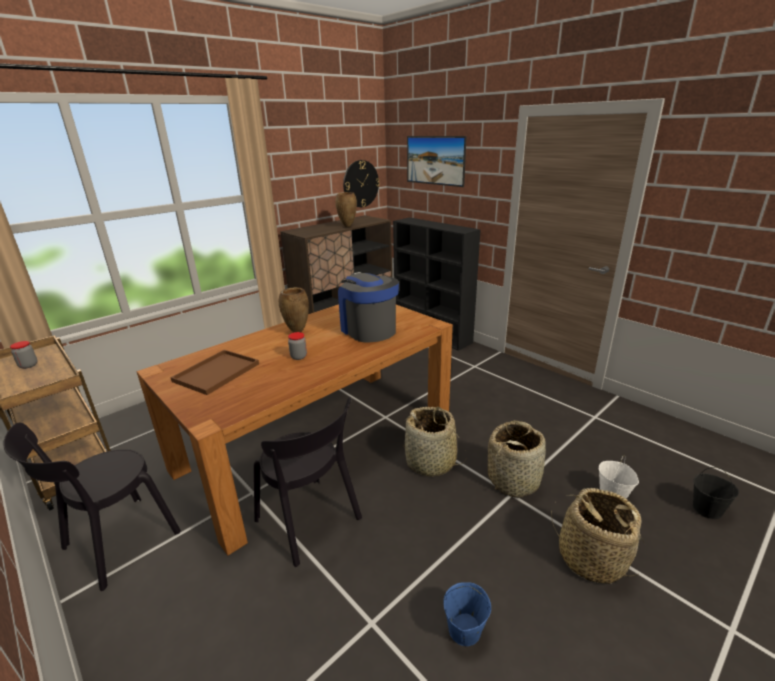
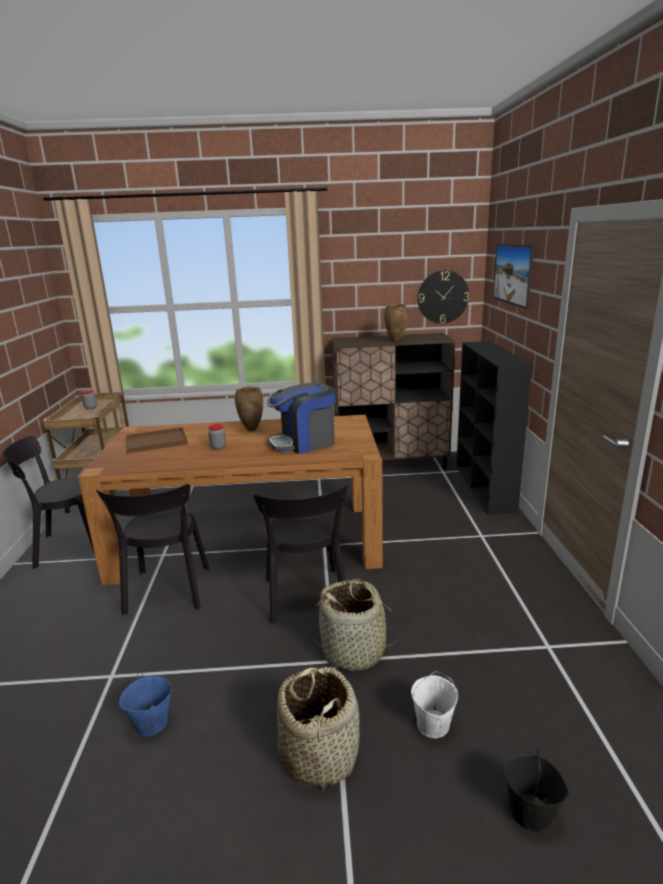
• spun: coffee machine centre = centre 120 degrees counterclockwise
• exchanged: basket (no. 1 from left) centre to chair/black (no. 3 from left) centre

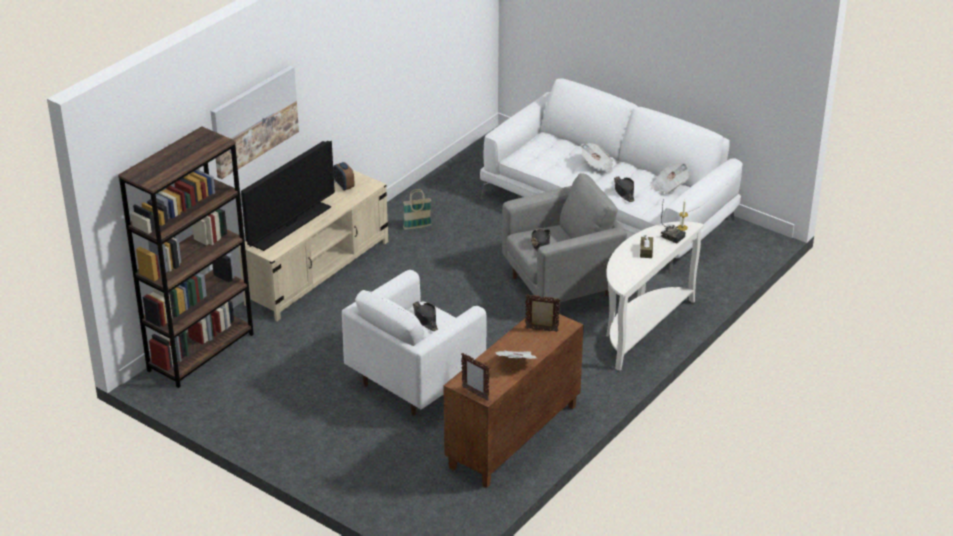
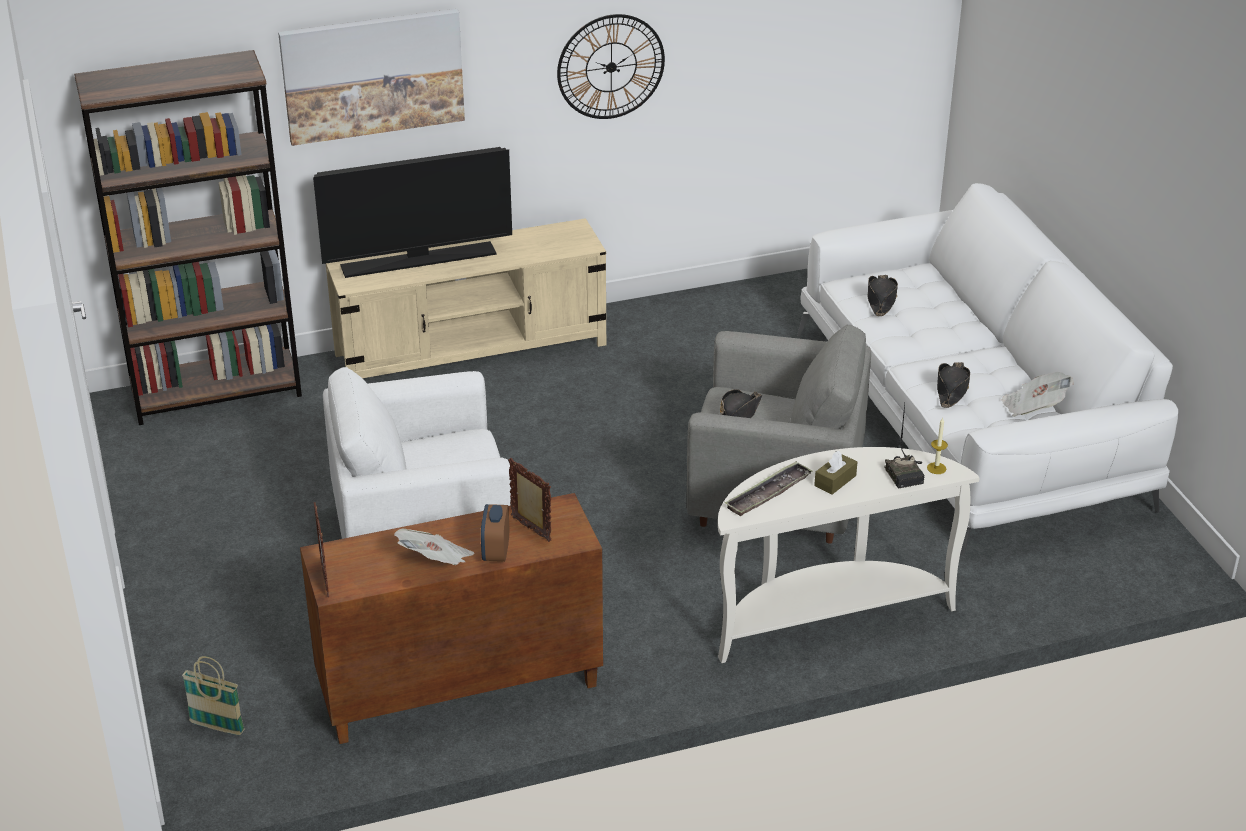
• missing: newspaper (no. 2 from left) top centre
• relocated: alarm clock top centre to centre
• relocated: basket centre to bottom left
• relocated: hat/black (no. 1 from left in the first image) centre to hat/black (no. 2 from left) middle right
• appeared: wall clock top centre
• appeared: tray centre

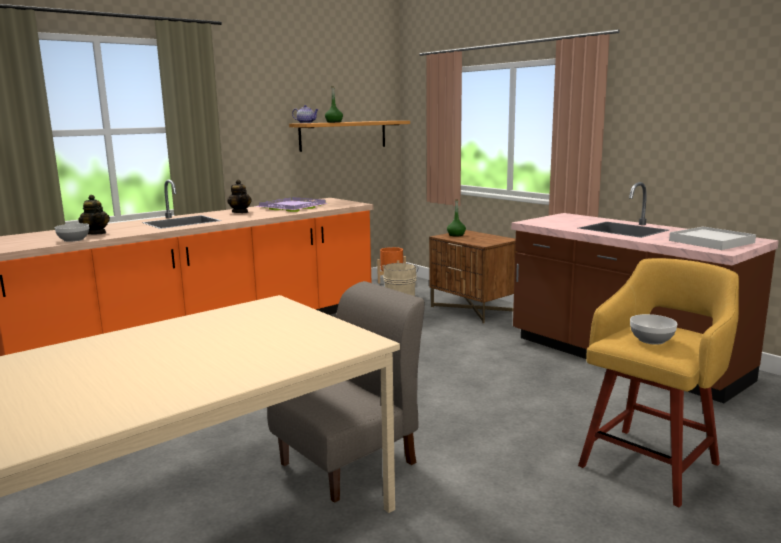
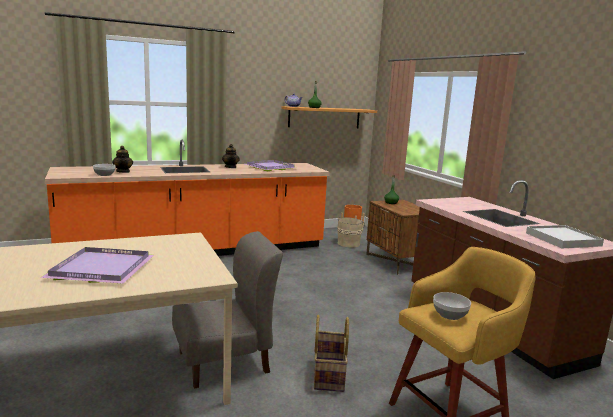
• appeared: tray/purple (no. 1 from left) middle left
• appeared: basket bottom centre

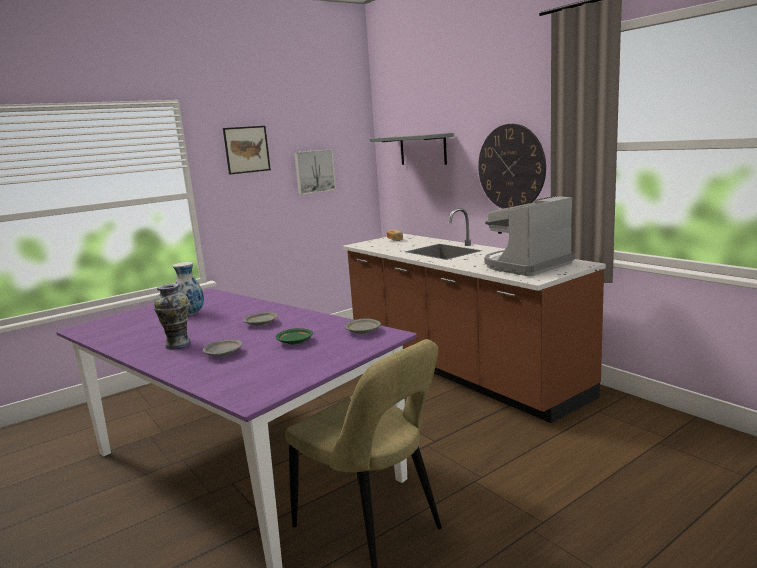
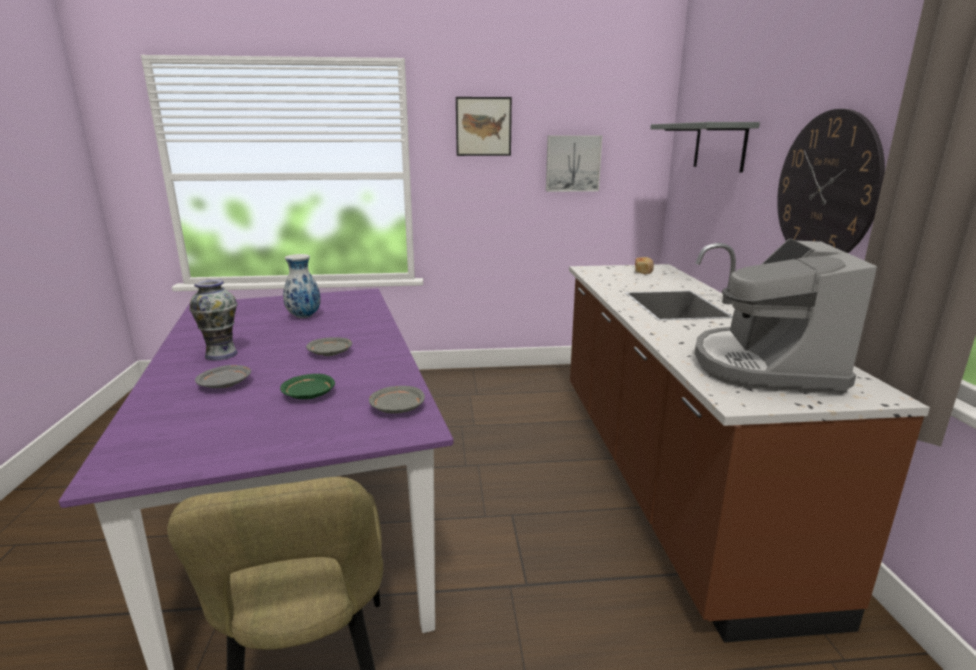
• spun: coffee machine middle right = middle right 75 degrees counterclockwise

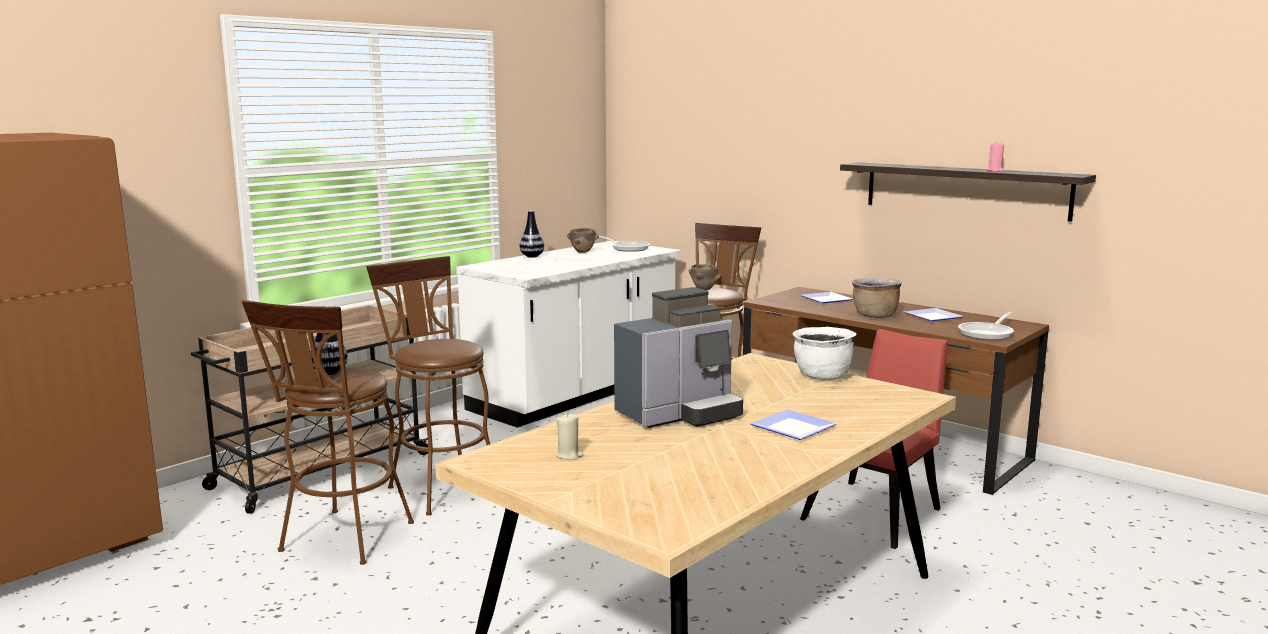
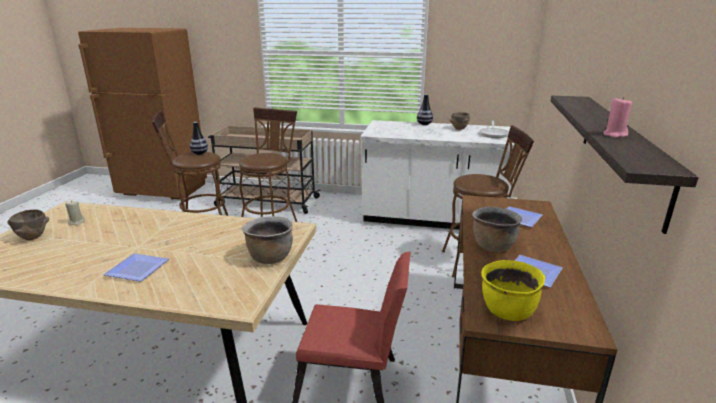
• relocated: bowl/brown (no. 2 from left in the first image) centre to bowl/brown (no. 1 from left) middle left
• missing: coffee machine centre
• exchanged: frying pan (no. 2 from left) middle right to cooking pot/yellow bottom right
• colour: cooking pot/white centre to cooking pot/brown (no. 1 from left) centre

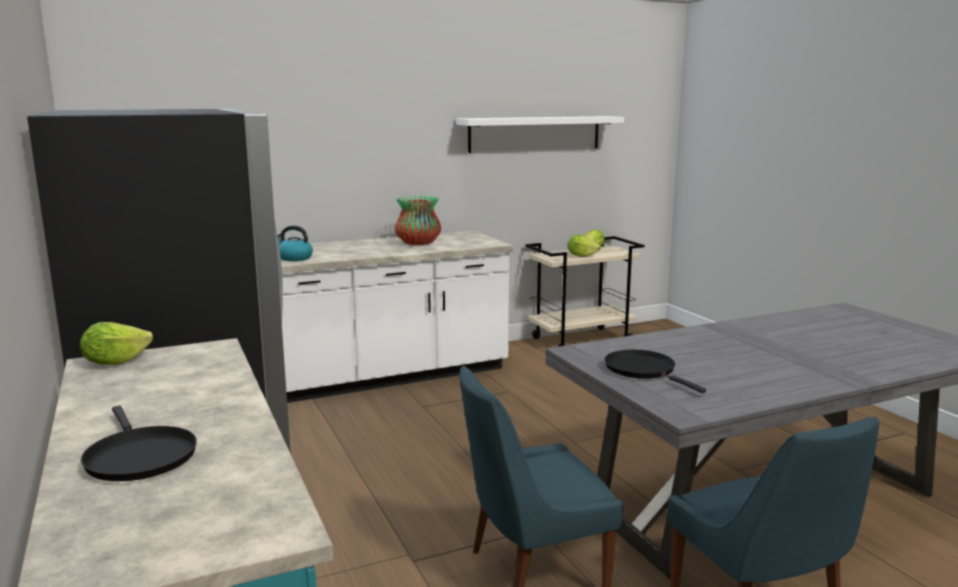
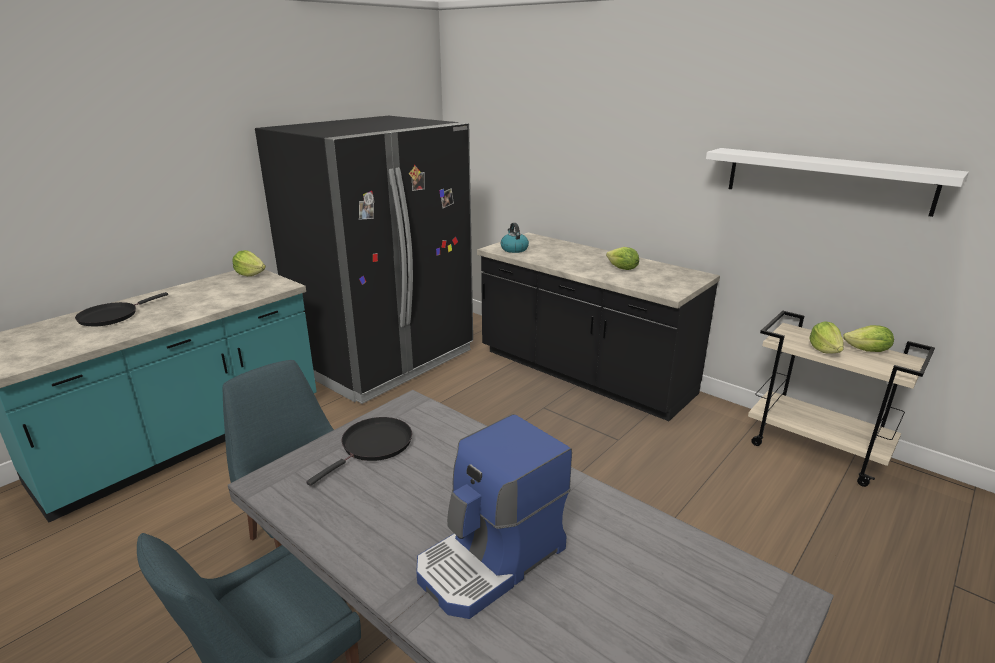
• exchanged: vase centre to lettuce (no. 2 from left) centre
• colour: counter/white centre to counter/black centre
• appeared: coffee machine bottom centre

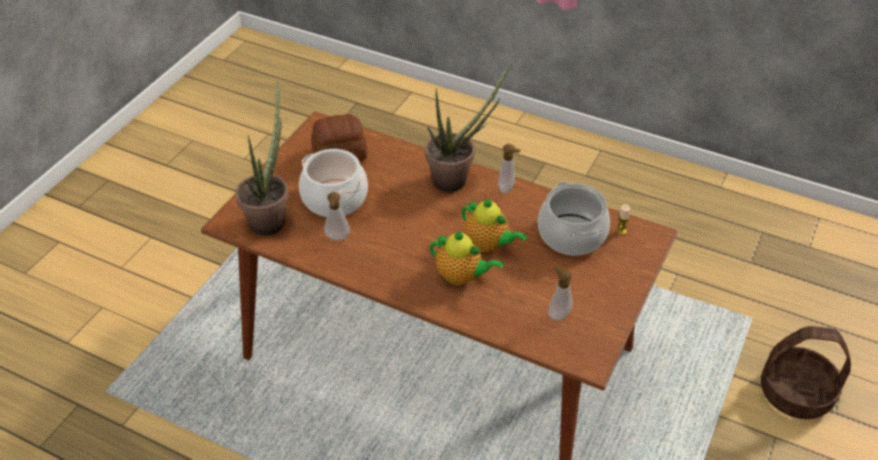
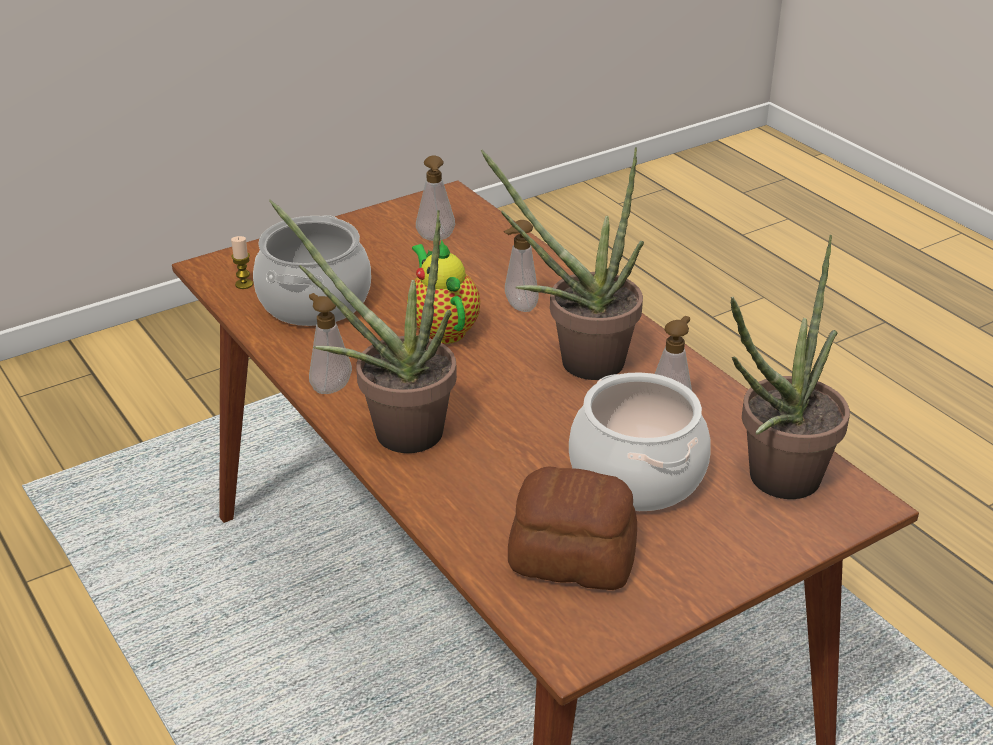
• exchanged: teapot (no. 1 from left) centre to soap dispenser (no. 3 from left) centre
• missing: basket bottom right
• appeared: potted plant (no. 2 from left) centre

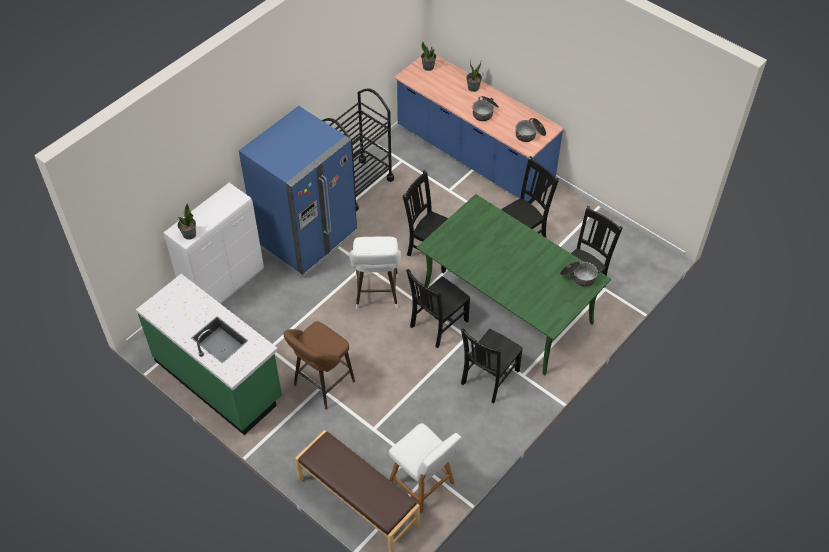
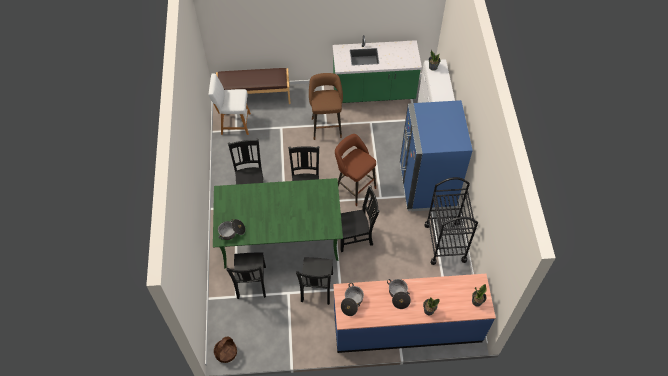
• colour: stool/white (no. 1 from left) centre to stool/brown (no. 2 from left) centre
• appeared: basket bottom centre

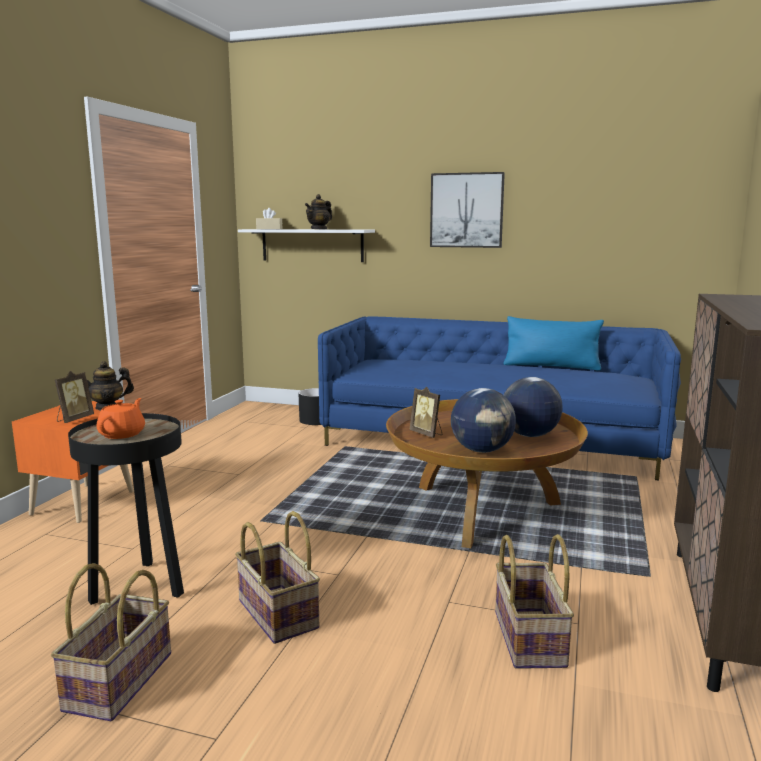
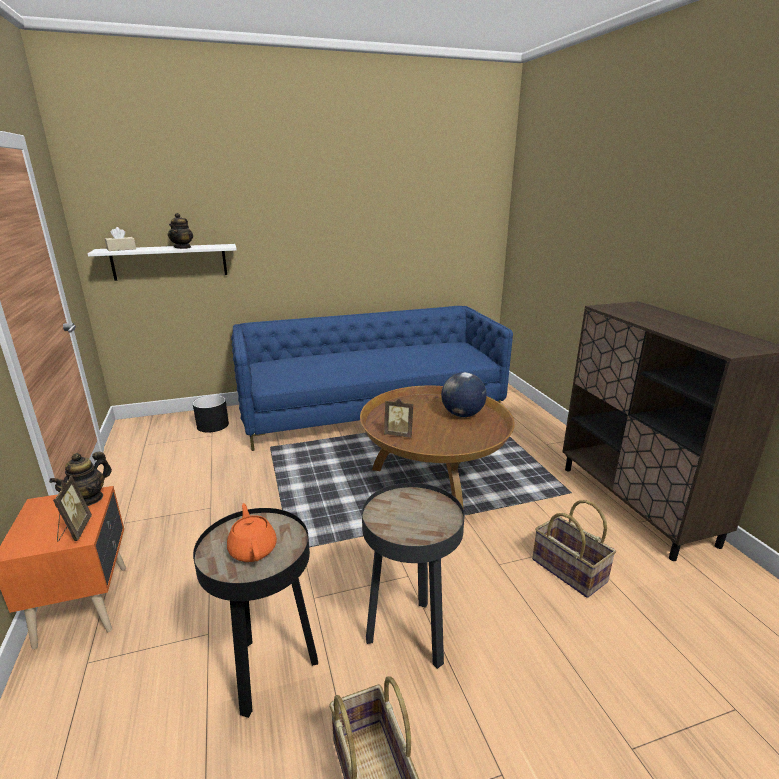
• missing: picture top centre
• missing: pillow/blue middle right
• missing: globe (no. 1 from left) centre
• exchanged: basket (no. 2 from left) bottom centre to side table/black (no. 2 from left) bottom centre

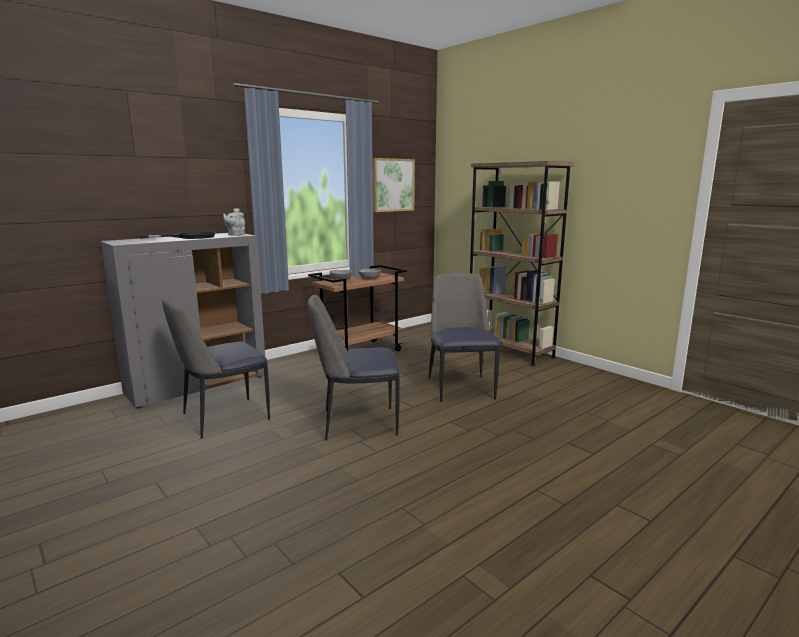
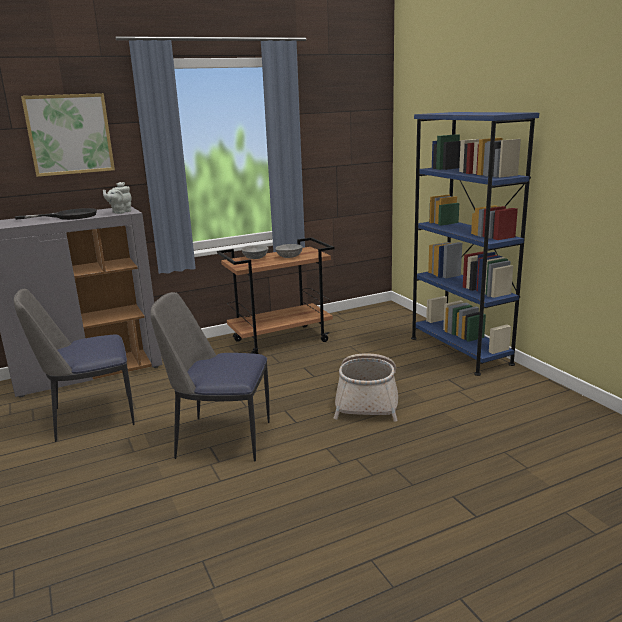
• relocated: picture top centre to top left
• colour: bookcase/brown centre to bookcase/blue middle right
• exchanged: chair (no. 3 from left) centre to basket centre

